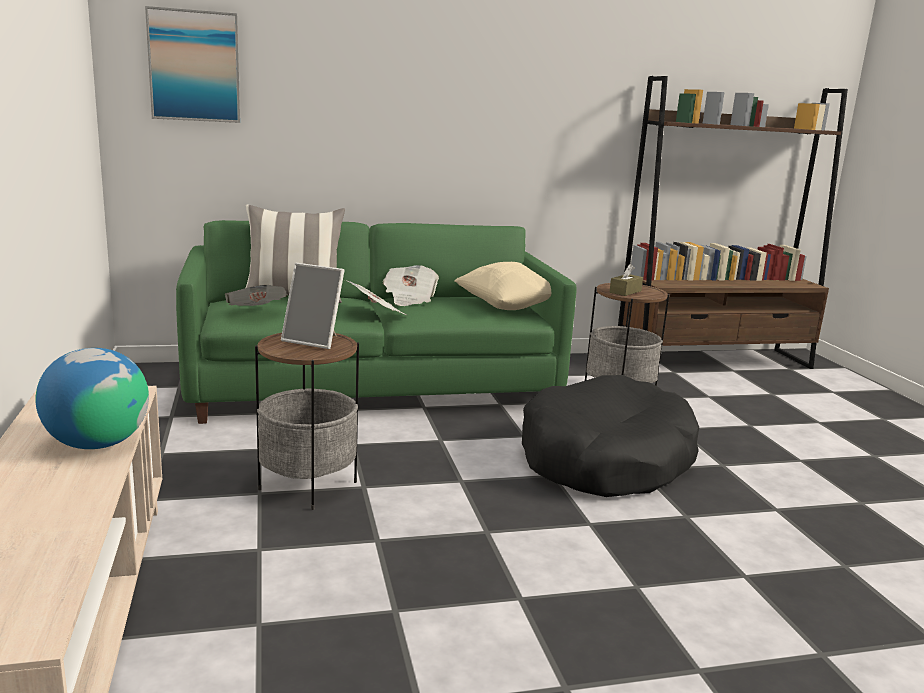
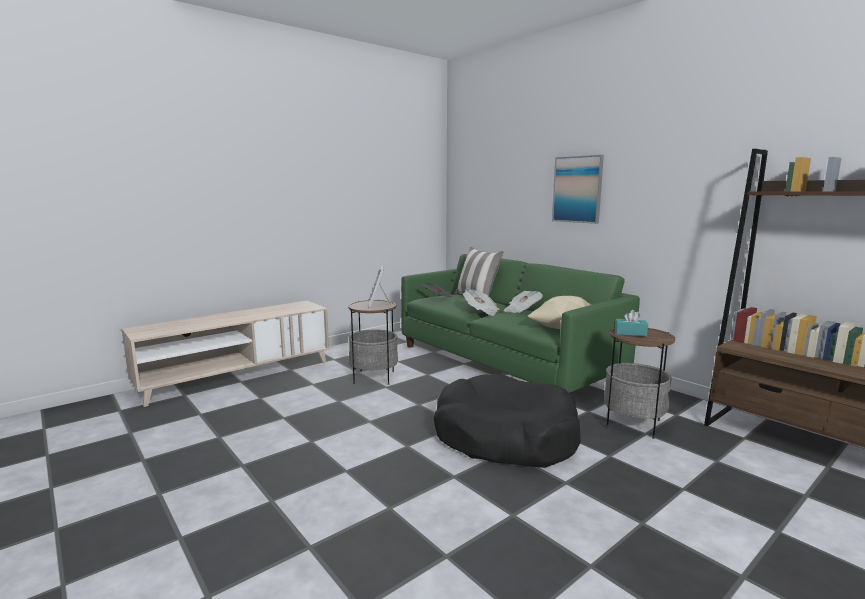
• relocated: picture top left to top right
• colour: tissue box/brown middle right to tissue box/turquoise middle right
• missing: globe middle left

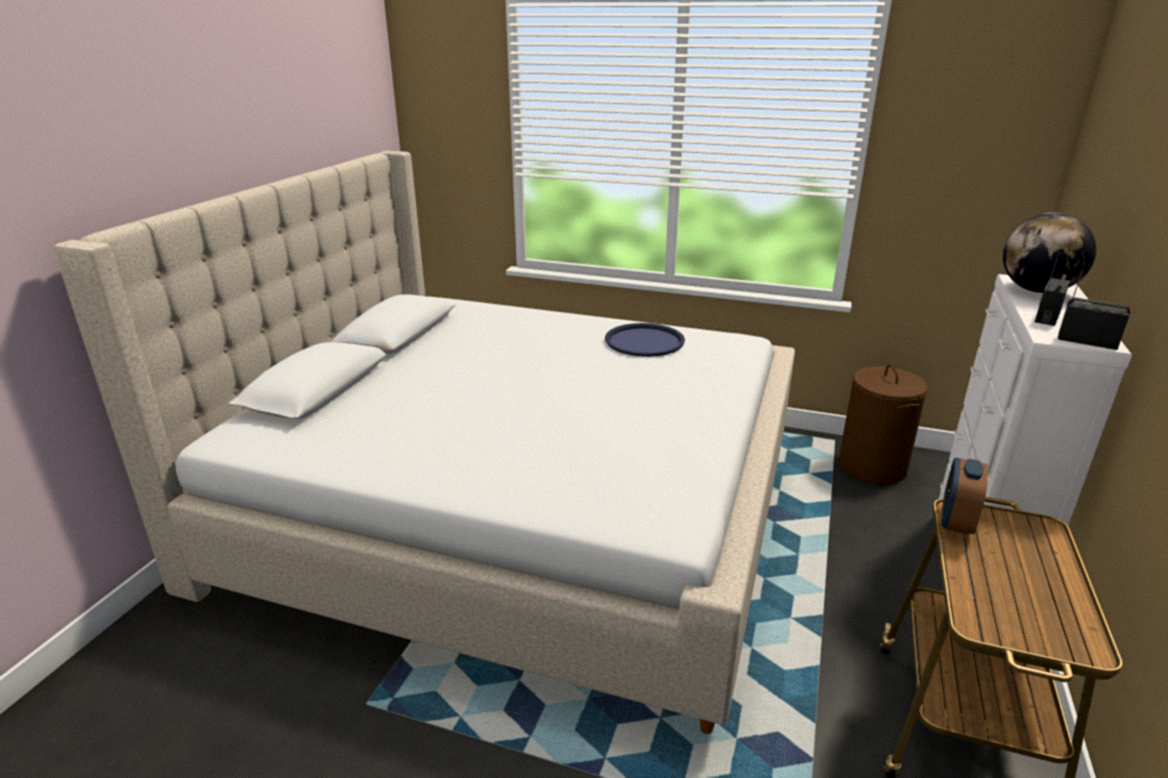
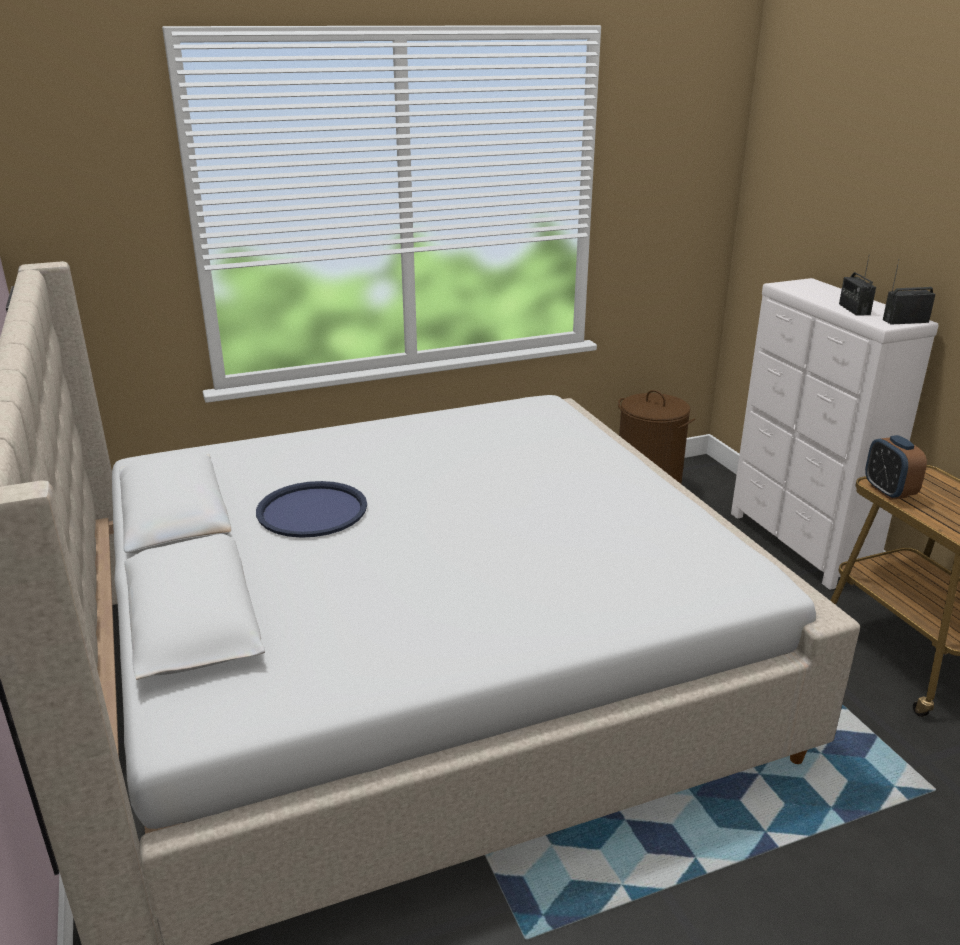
• missing: globe top right
• relocated: tray/blue centre to middle left

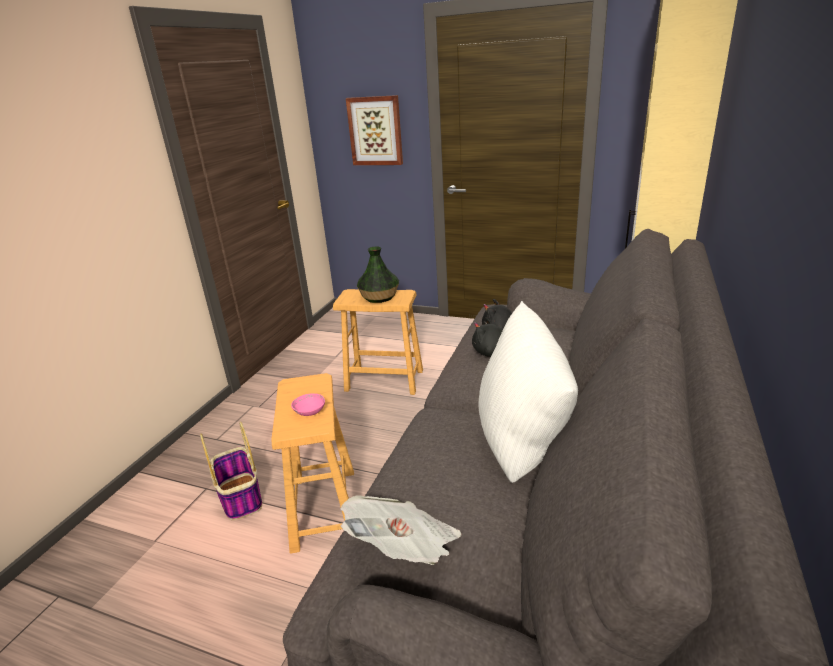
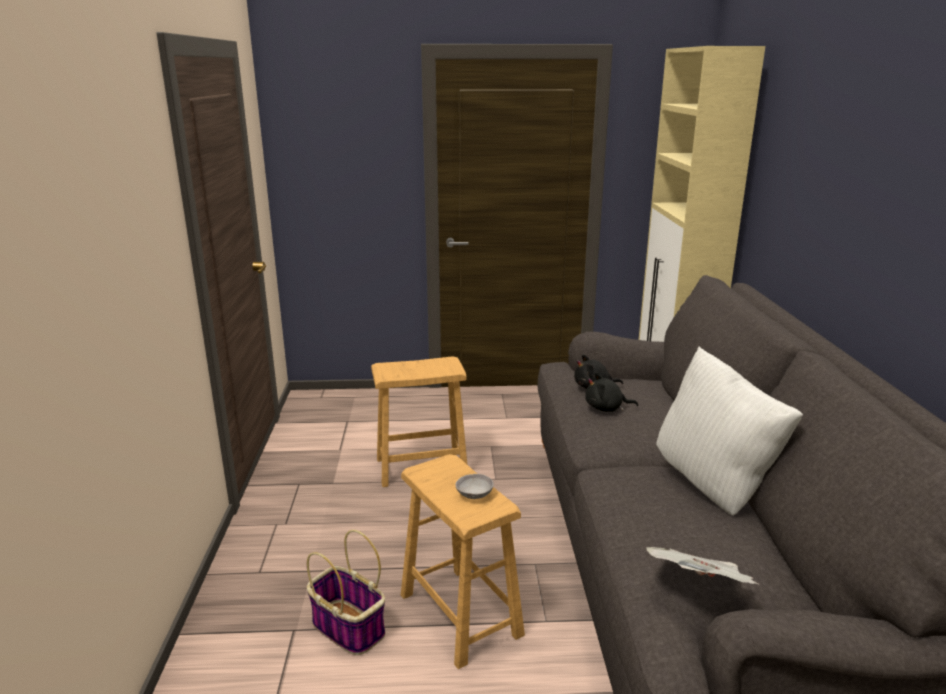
• missing: picture top centre
• missing: vase centre
• colour: bowl/pink centre to bowl/grey bottom centre

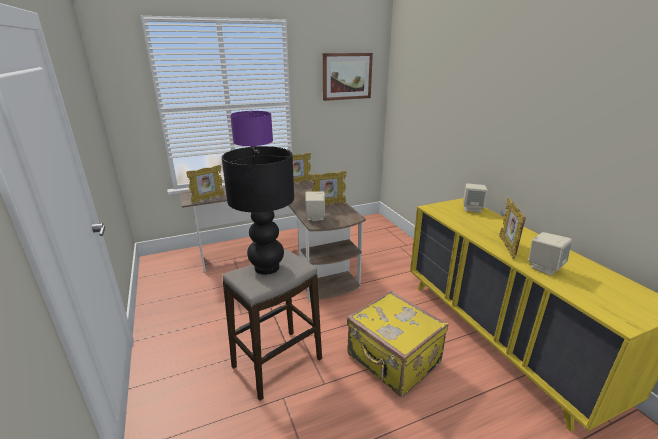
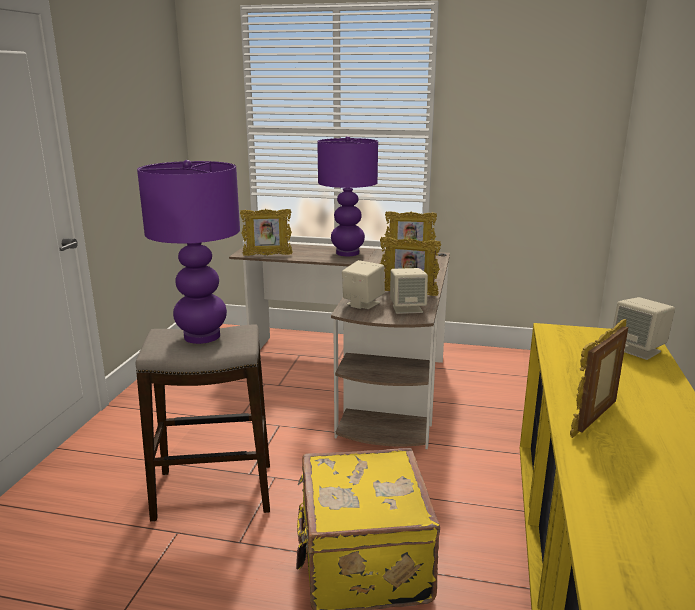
• missing: picture top centre
• colour: table lamp/black centre to table lamp/purple (no. 1 from left) middle left
• relocated: speaker/beige (no. 3 from left in the first image) middle right to speaker/beige (no. 2 from left) centre

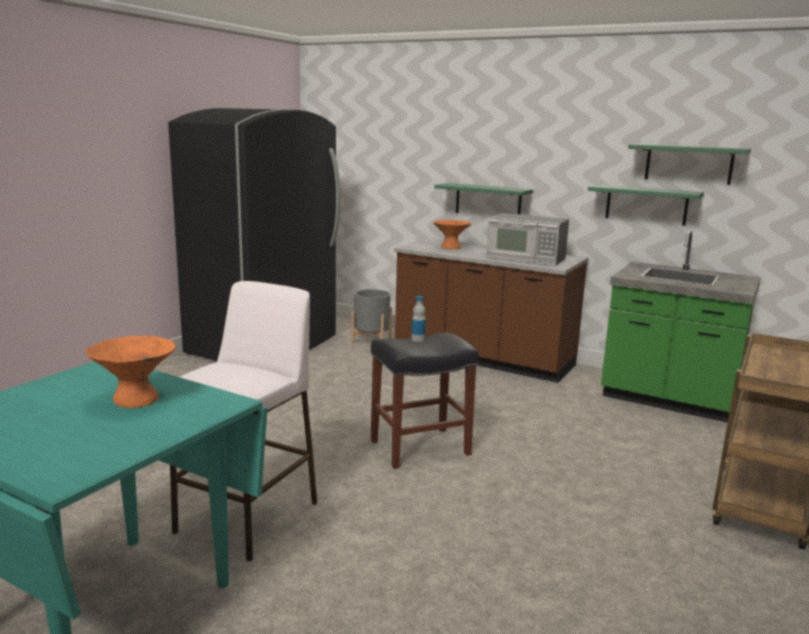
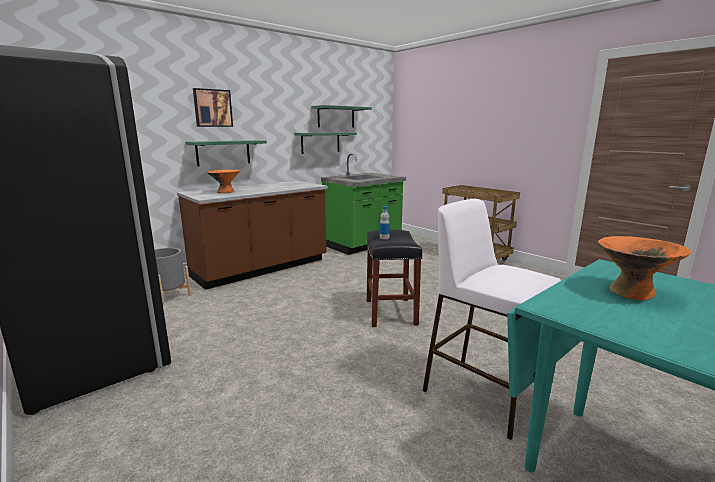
• missing: microwave centre
• appeared: picture top left

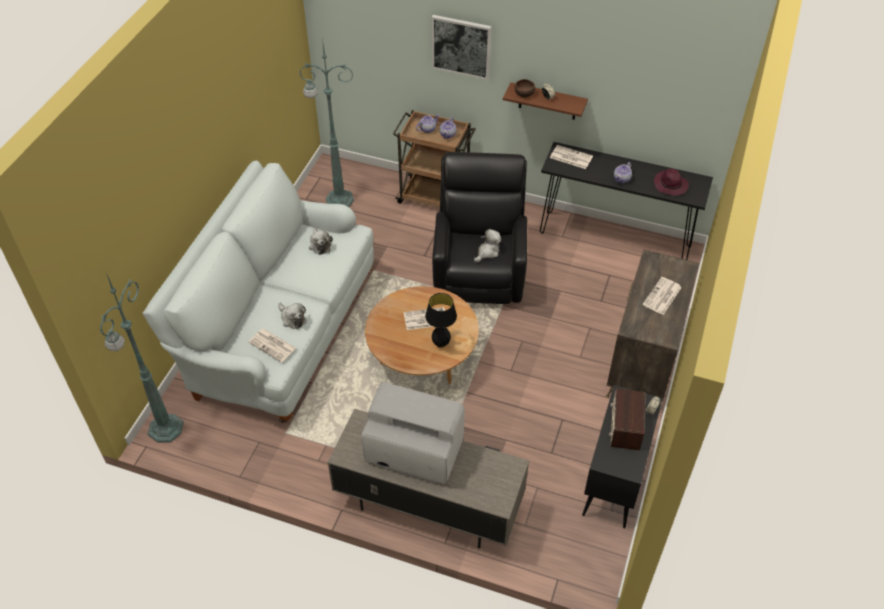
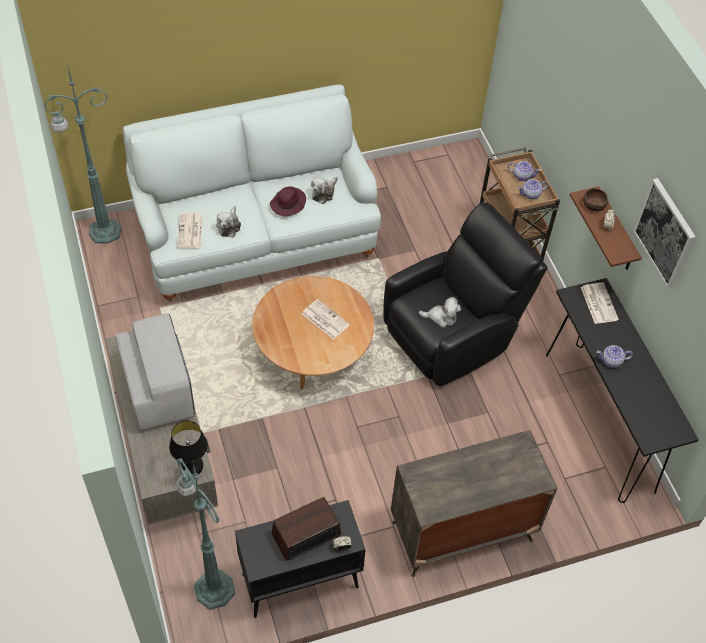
• relocated: picture top centre to middle right
• relocated: floor lamp/green (no. 2 from left) top centre to bottom left
• relocated: hat/purple top right to top centre
• missing: newspaper (no. 4 from left) middle right
• relocated: table lamp/black centre to bottom left

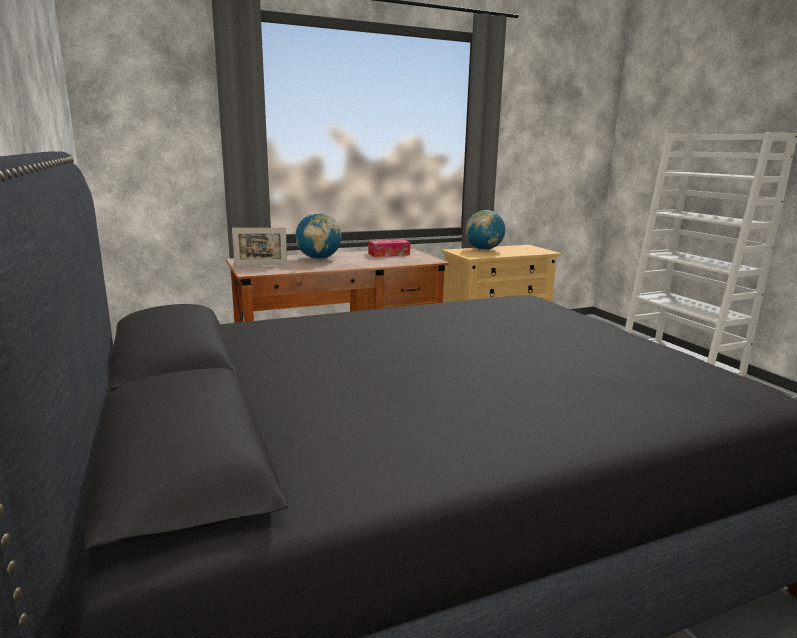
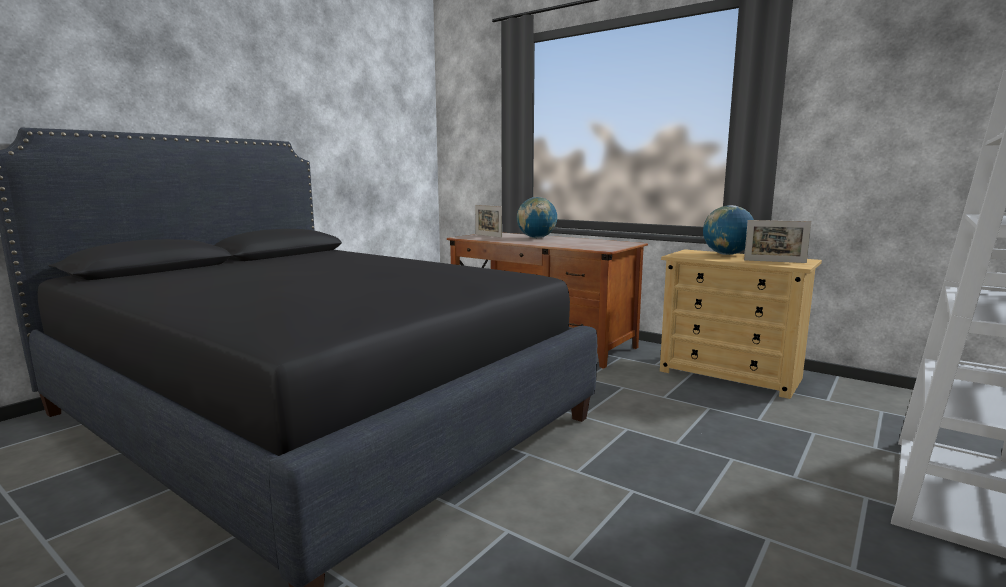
• missing: tissue box centre
• appeared: picture frame (no. 2 from left) middle right

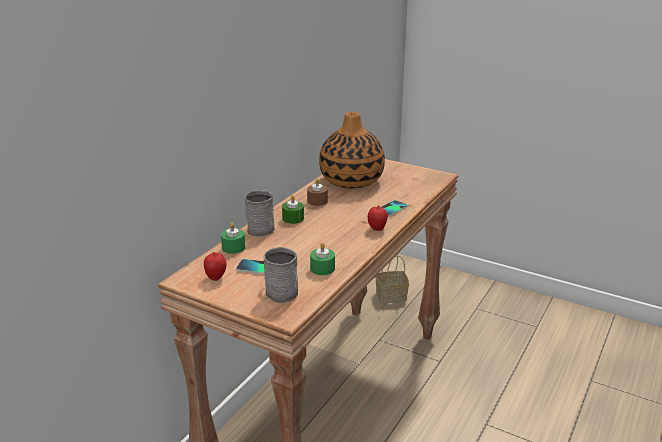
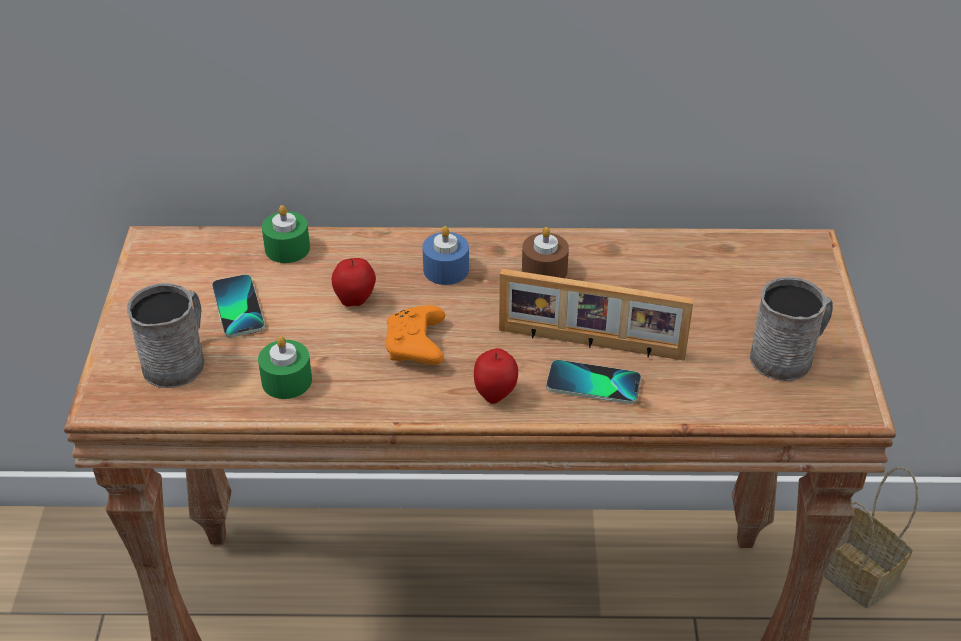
• missing: vase centre
• relocated: mug/grey (no. 1 from left in the first image) centre to mug/grey (no. 2 from left) middle right
• colour: candle/green (no. 2 from left) centre to candle/blue centre
• relocated: apple (no. 1 from left) middle left to centre
• appeared: picture frame centre
• appeared: game controller/orange centre

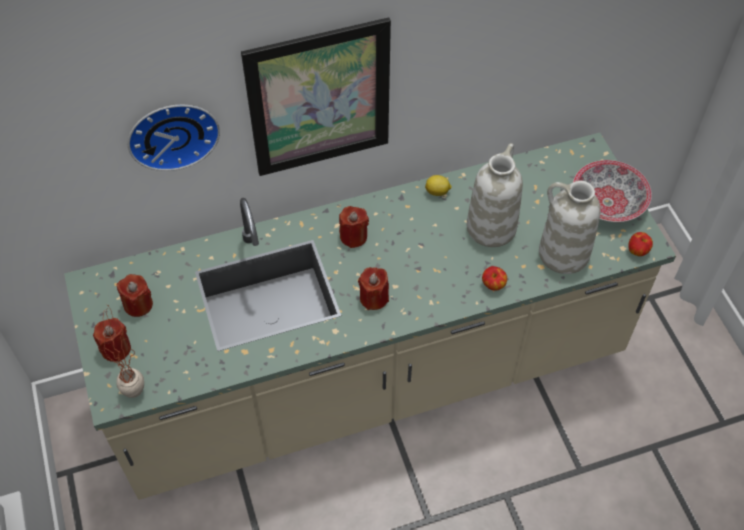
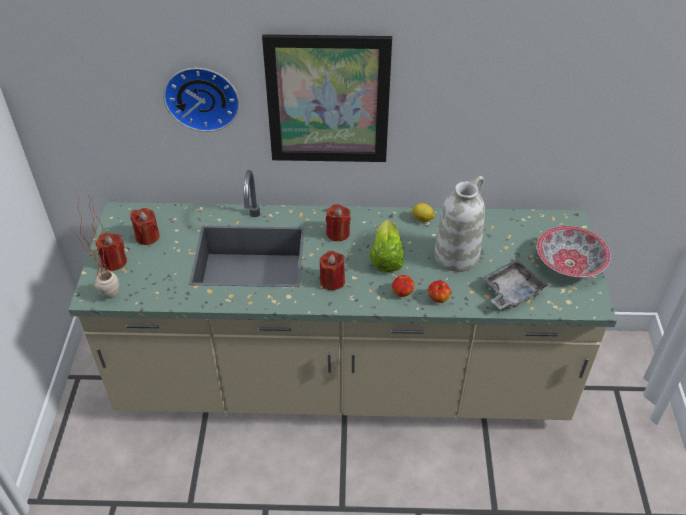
• exchanged: vase/white (no. 2 from left) middle right to tray/grey middle right
• relocated: apple (no. 2 from left in the first image) middle right to apple (no. 1 from left) centre
• appeared: lettuce centre

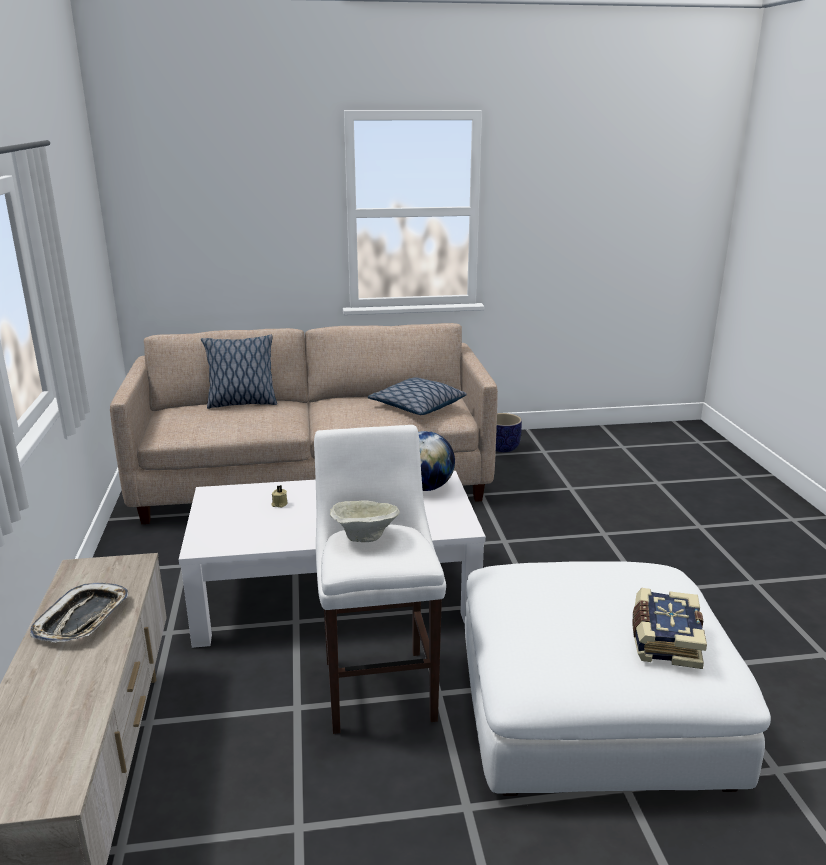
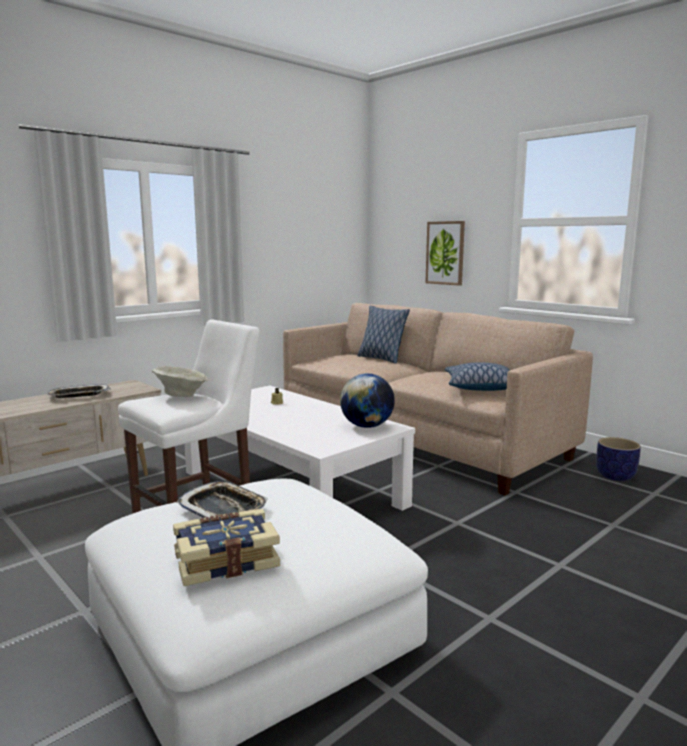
• appeared: picture centre
• appeared: tray (no. 2 from left) bottom left

